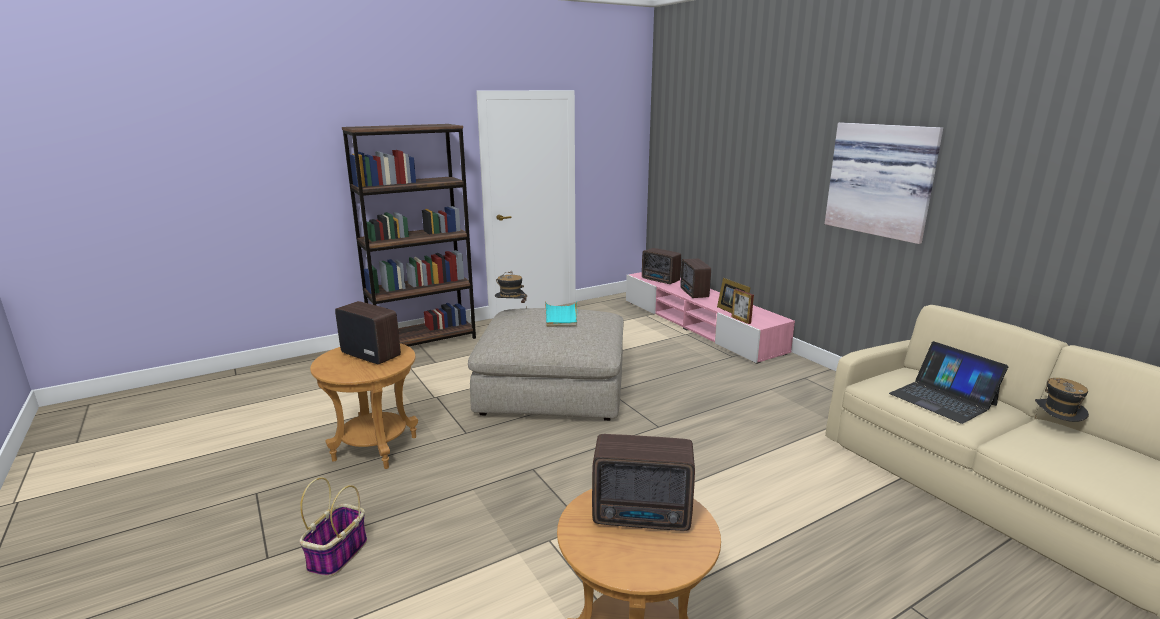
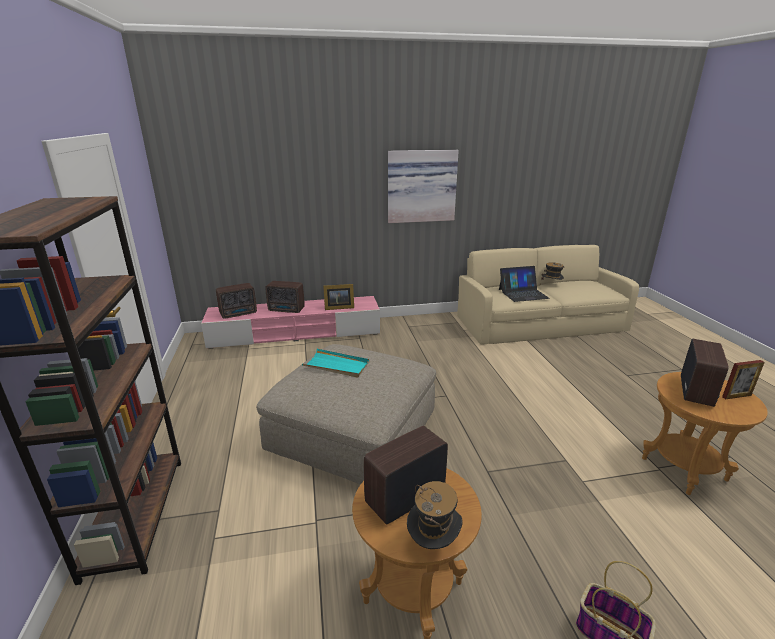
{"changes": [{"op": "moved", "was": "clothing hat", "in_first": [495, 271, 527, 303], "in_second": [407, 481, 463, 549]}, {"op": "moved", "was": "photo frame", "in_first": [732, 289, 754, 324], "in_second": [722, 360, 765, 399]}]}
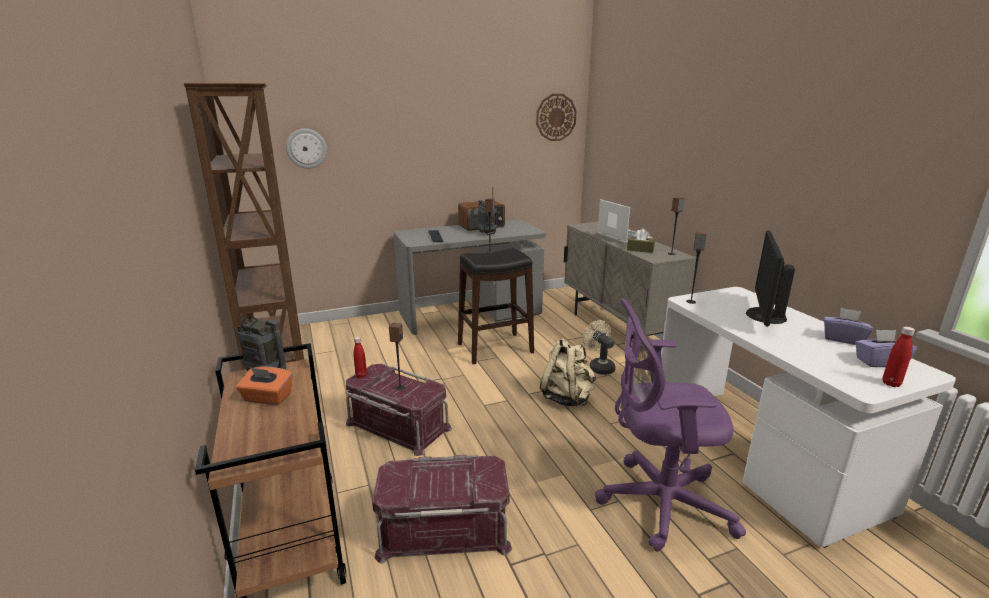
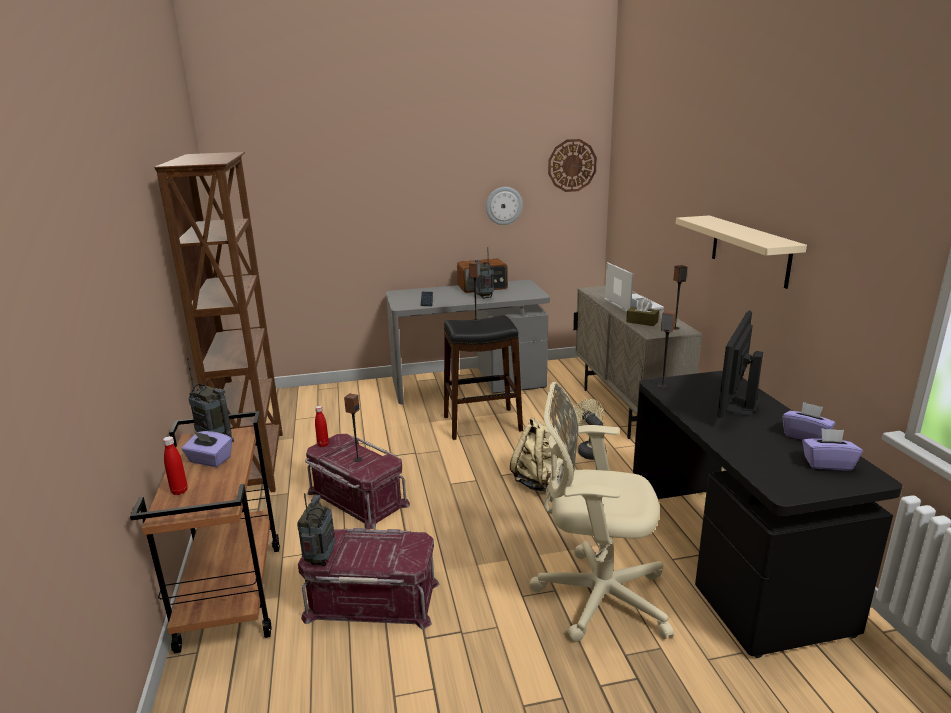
{"changes": [{"op": "recoloured", "was": "orange tissue holder", "now": "purplish tissue holder", "in_first": [236, 367, 293, 405], "in_second": [181, 431, 232, 467]}, {"op": "moved", "was": "clock on the wall", "in_first": [286, 129, 327, 169], "in_second": [486, 187, 523, 225]}, {"op": "recoloured", "was": "purplish desk chair", "now": "beige desk chair", "in_first": [595, 298, 746, 552], "in_second": [530, 382, 674, 642]}, {"op": "recoloured", "was": "whitish desk table", "now": "black-coloured desk table", "in_first": [661, 287, 956, 548], "in_second": [633, 371, 902, 658]}, {"op": "moved", "was": "red bottle", "in_first": [882, 327, 915, 387], "in_second": [163, 436, 188, 495]}, {"op": "added", "now": "radio", "in_second": [297, 493, 335, 566]}, {"op": "added", "now": "beige bracket shelf", "in_second": [676, 216, 807, 289]}]}
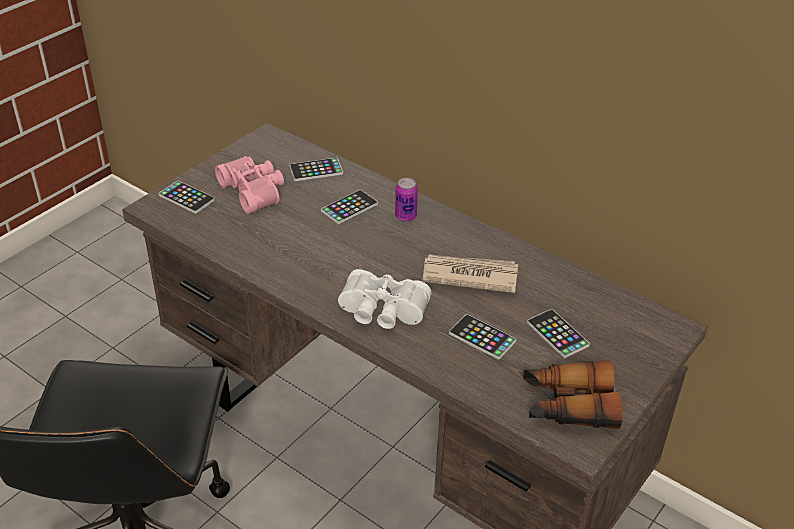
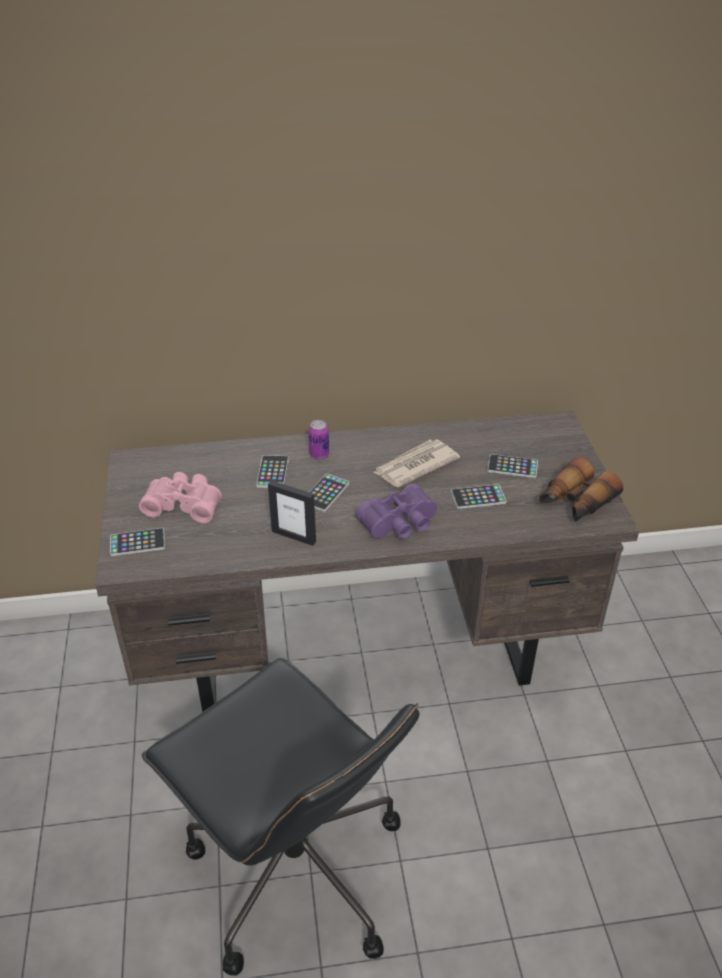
{"changes": [{"op": "moved", "was": "handset", "in_first": [289, 158, 343, 181], "in_second": [310, 474, 349, 512]}, {"op": "recoloured", "was": "whitish binoculars", "now": "purplish binoculars", "in_first": [338, 269, 432, 329], "in_second": [355, 484, 437, 539]}, {"op": "added", "now": "photo frame", "in_second": [268, 480, 316, 546]}]}
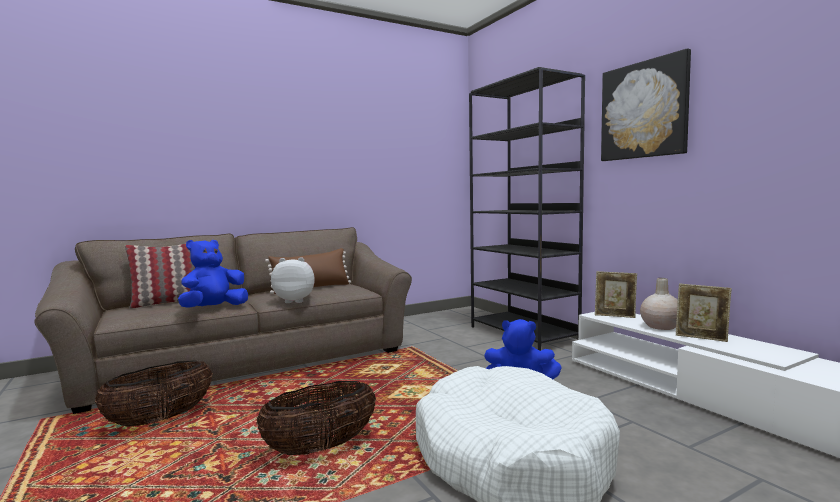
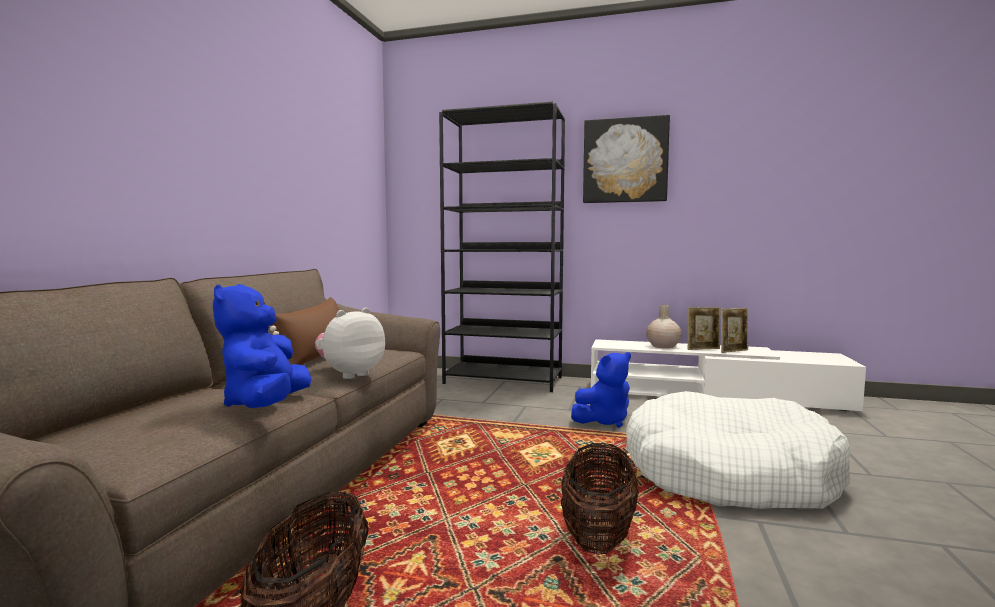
{"changes": [{"op": "removed", "was": "cushion", "in_first": [125, 244, 195, 309]}, {"op": "moved", "was": "photo frame", "in_first": [595, 271, 637, 318], "in_second": [721, 308, 748, 353]}]}
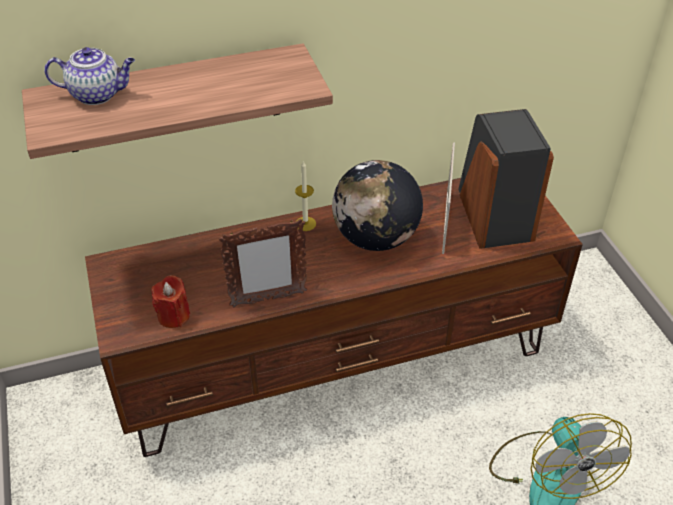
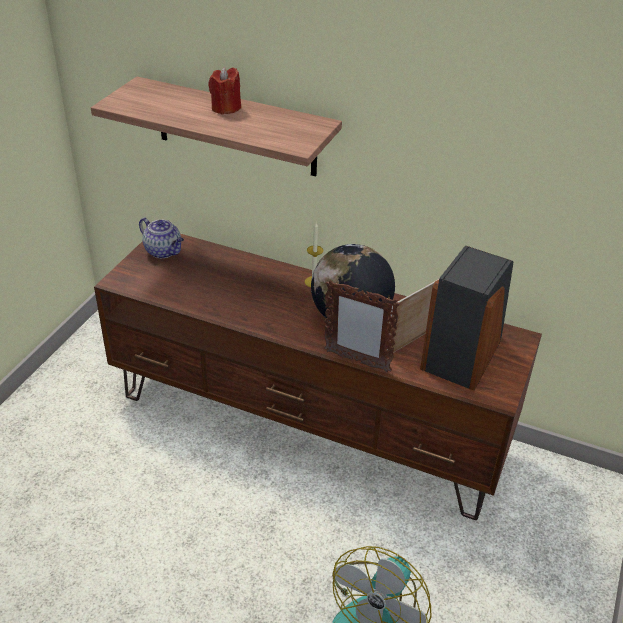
{"changes": [{"op": "moved", "was": "tea pot", "in_first": [44, 47, 135, 105], "in_second": [139, 217, 184, 258]}, {"op": "moved", "was": "red wax candle", "in_first": [151, 275, 190, 328], "in_second": [208, 67, 241, 115]}, {"op": "moved", "was": "photo frame", "in_first": [218, 219, 307, 307], "in_second": [324, 280, 400, 372]}]}
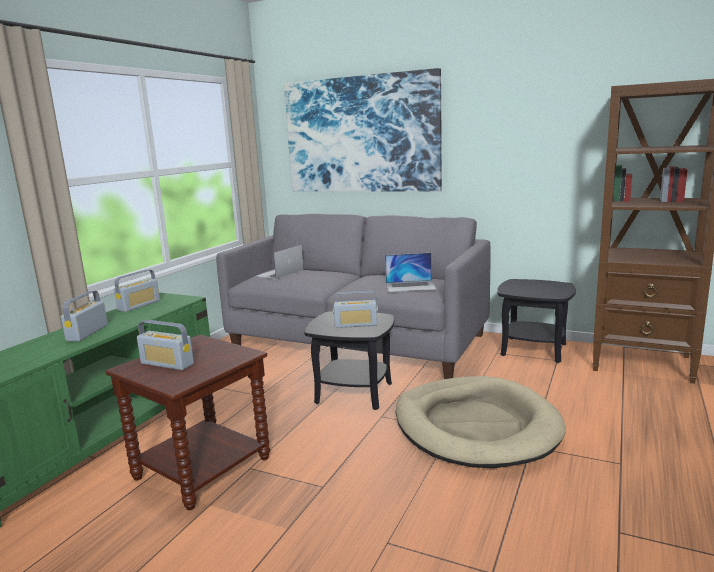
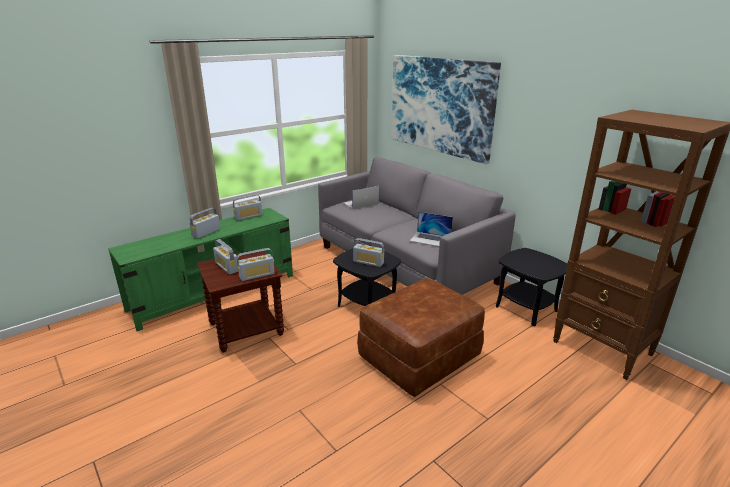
{"changes": [{"op": "replaced", "was": "beige dog bed", "now": "brownish pouffe", "in_first": [396, 376, 566, 468], "in_second": [357, 278, 485, 397]}, {"op": "added", "now": "radio", "in_second": [237, 248, 275, 281]}]}
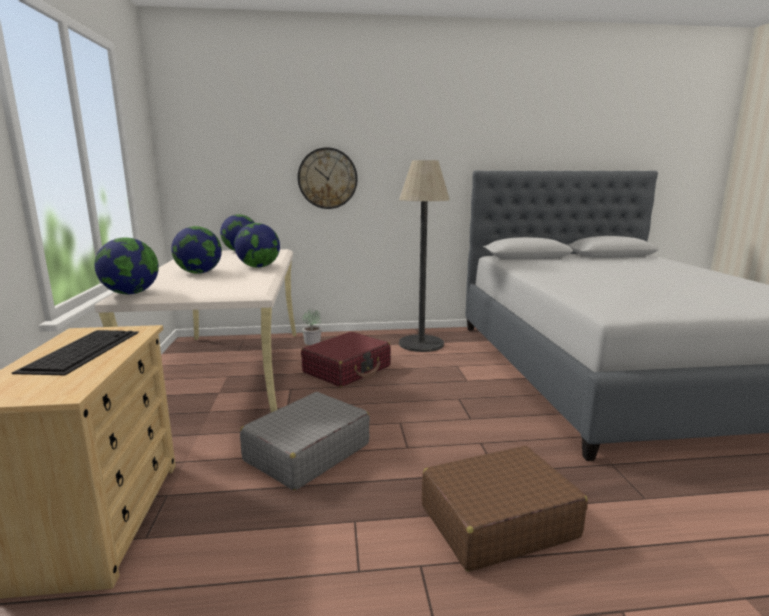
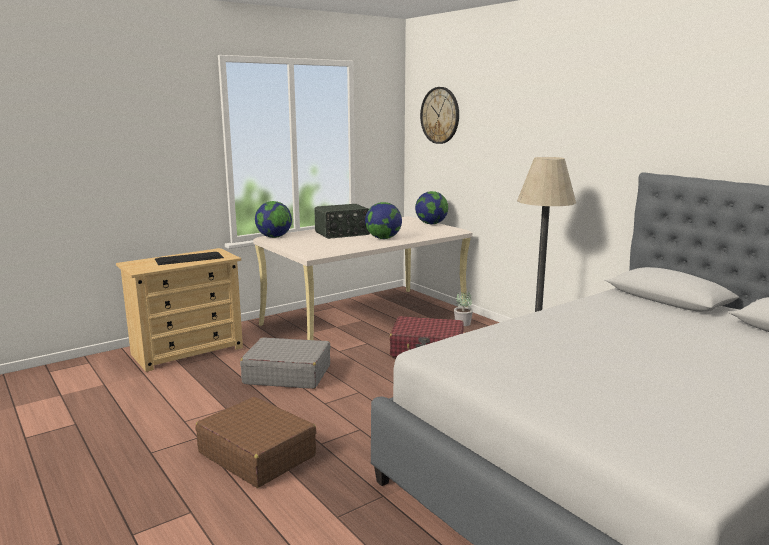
{"changes": [{"op": "replaced", "was": "desk globe", "now": "radio", "in_first": [171, 226, 222, 274], "in_second": [314, 204, 370, 239]}, {"op": "moved", "was": "clock on the wall", "in_first": [298, 147, 358, 209], "in_second": [420, 87, 459, 144]}]}
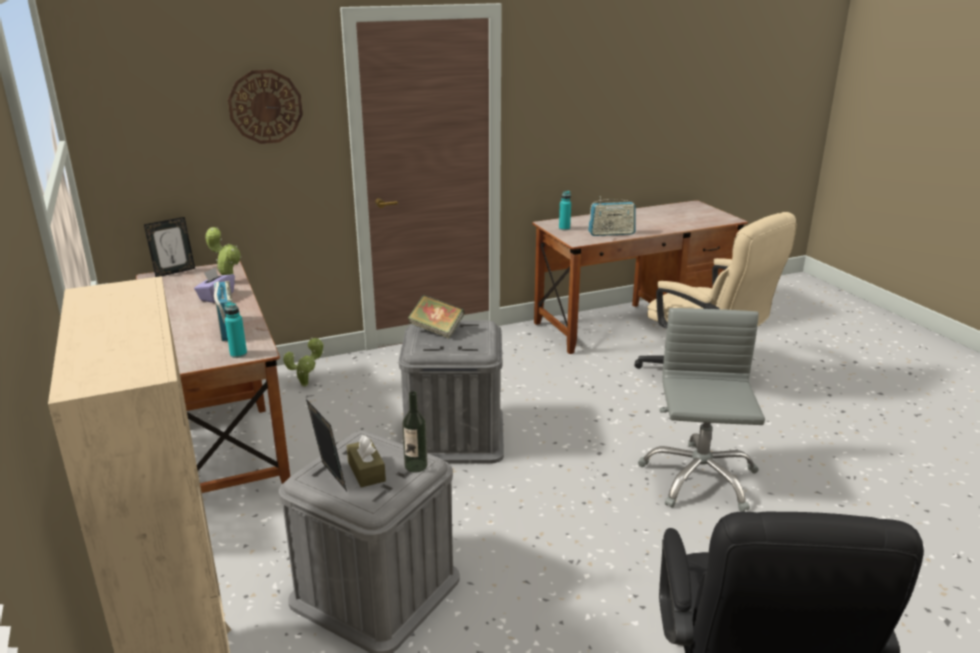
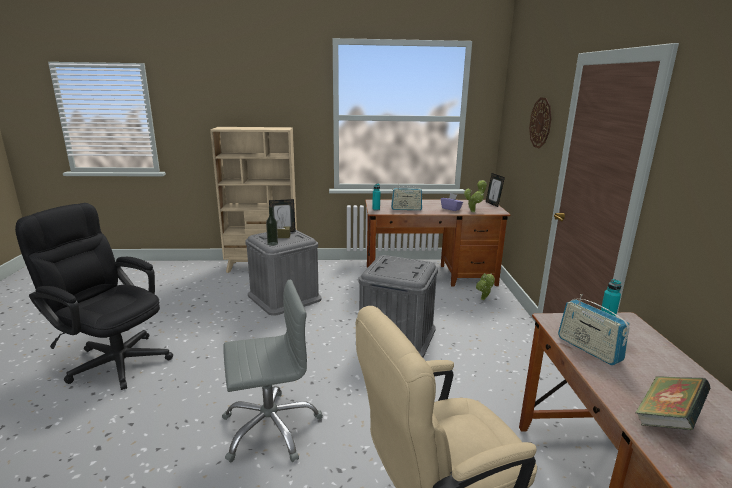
{"changes": [{"op": "moved", "was": "bound book", "in_first": [408, 295, 465, 339], "in_second": [636, 376, 711, 430]}, {"op": "turned", "was": "radio", "in_first": [588, 197, 636, 236], "in_second": [558, 294, 630, 365], "clockwise": -45}, {"op": "turned", "was": "greyish desk chair", "in_first": [638, 308, 765, 512], "in_second": [222, 279, 323, 462], "clockwise": -45}]}
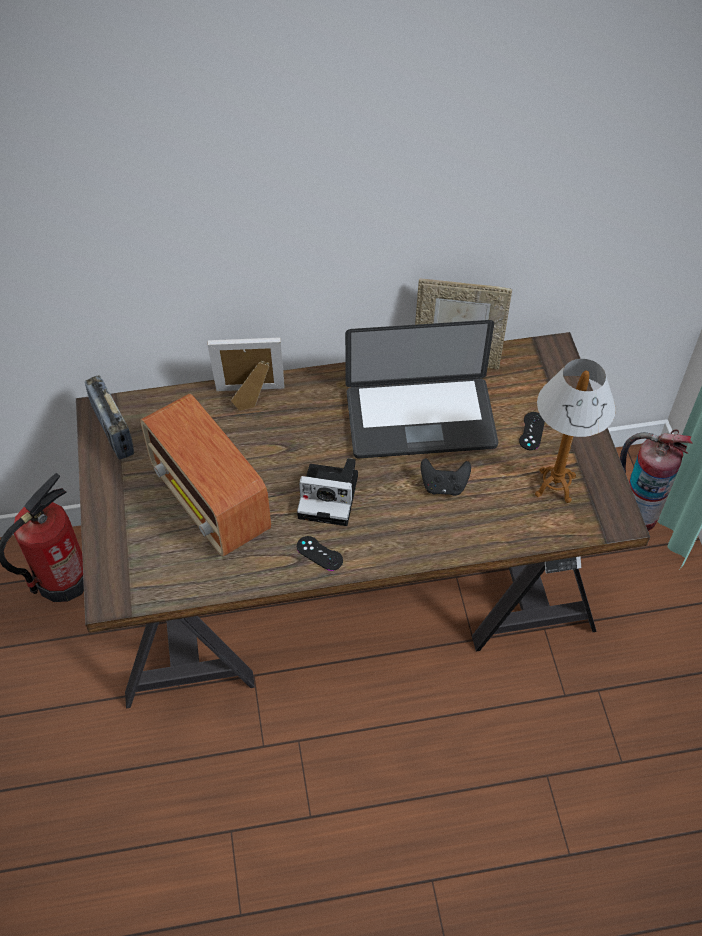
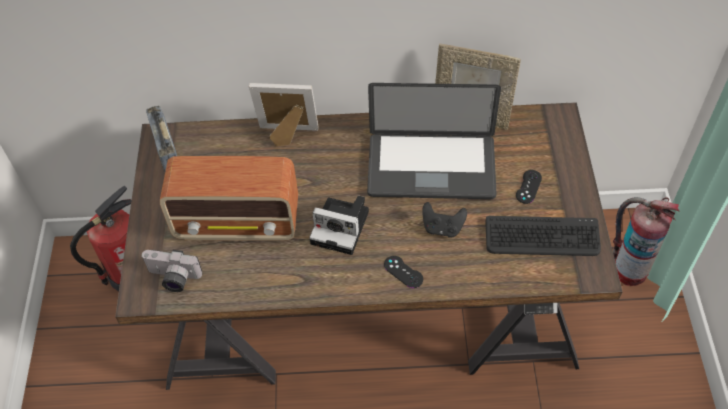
{"changes": [{"op": "turned", "was": "radio", "in_first": [140, 394, 271, 556], "in_second": [160, 156, 298, 241], "clockwise": -60}, {"op": "moved", "was": "black-coloured game controller", "in_first": [297, 536, 343, 571], "in_second": [384, 256, 423, 288]}, {"op": "replaced", "was": "tabletop lamp", "now": "PC keyboard", "in_first": [535, 359, 616, 503], "in_second": [485, 216, 601, 256]}, {"op": "added", "now": "photo camera", "in_second": [141, 250, 202, 292]}]}
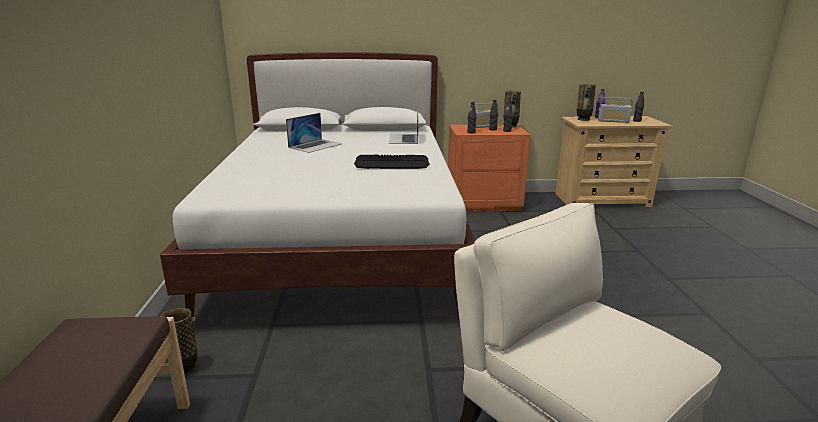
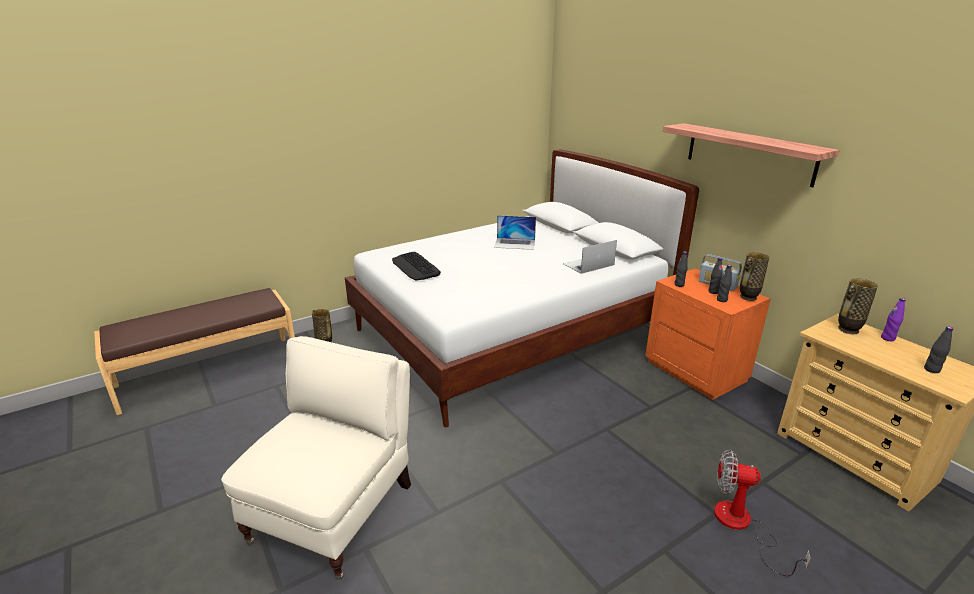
{"changes": [{"op": "moved", "was": "PC keyboard", "in_first": [354, 155, 430, 169], "in_second": [392, 252, 441, 280]}, {"op": "removed", "was": "radio", "in_first": [598, 97, 633, 123]}, {"op": "added", "now": "bracket shelf", "in_second": [662, 123, 840, 187]}, {"op": "added", "now": "fan", "in_second": [714, 450, 811, 576]}]}
